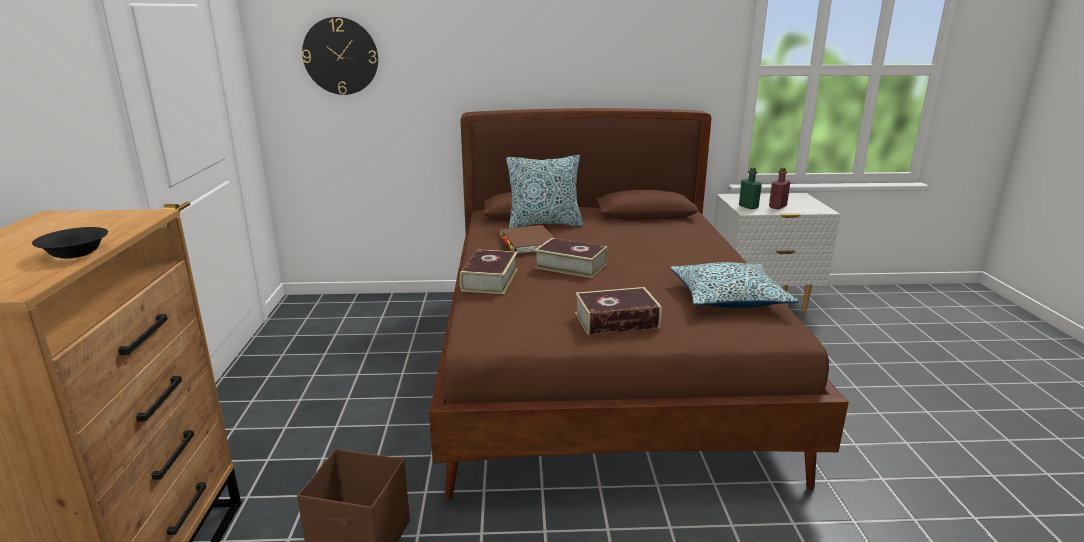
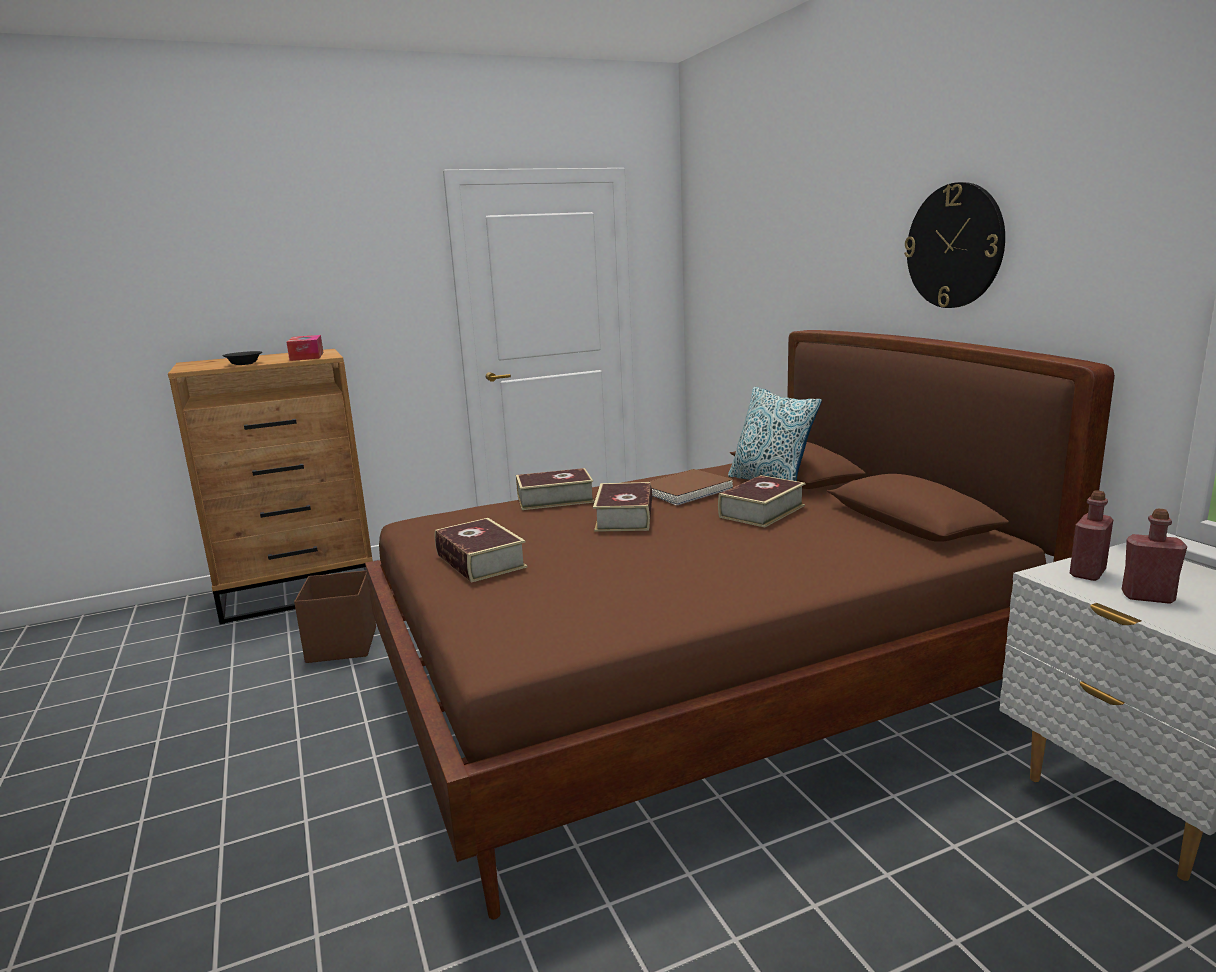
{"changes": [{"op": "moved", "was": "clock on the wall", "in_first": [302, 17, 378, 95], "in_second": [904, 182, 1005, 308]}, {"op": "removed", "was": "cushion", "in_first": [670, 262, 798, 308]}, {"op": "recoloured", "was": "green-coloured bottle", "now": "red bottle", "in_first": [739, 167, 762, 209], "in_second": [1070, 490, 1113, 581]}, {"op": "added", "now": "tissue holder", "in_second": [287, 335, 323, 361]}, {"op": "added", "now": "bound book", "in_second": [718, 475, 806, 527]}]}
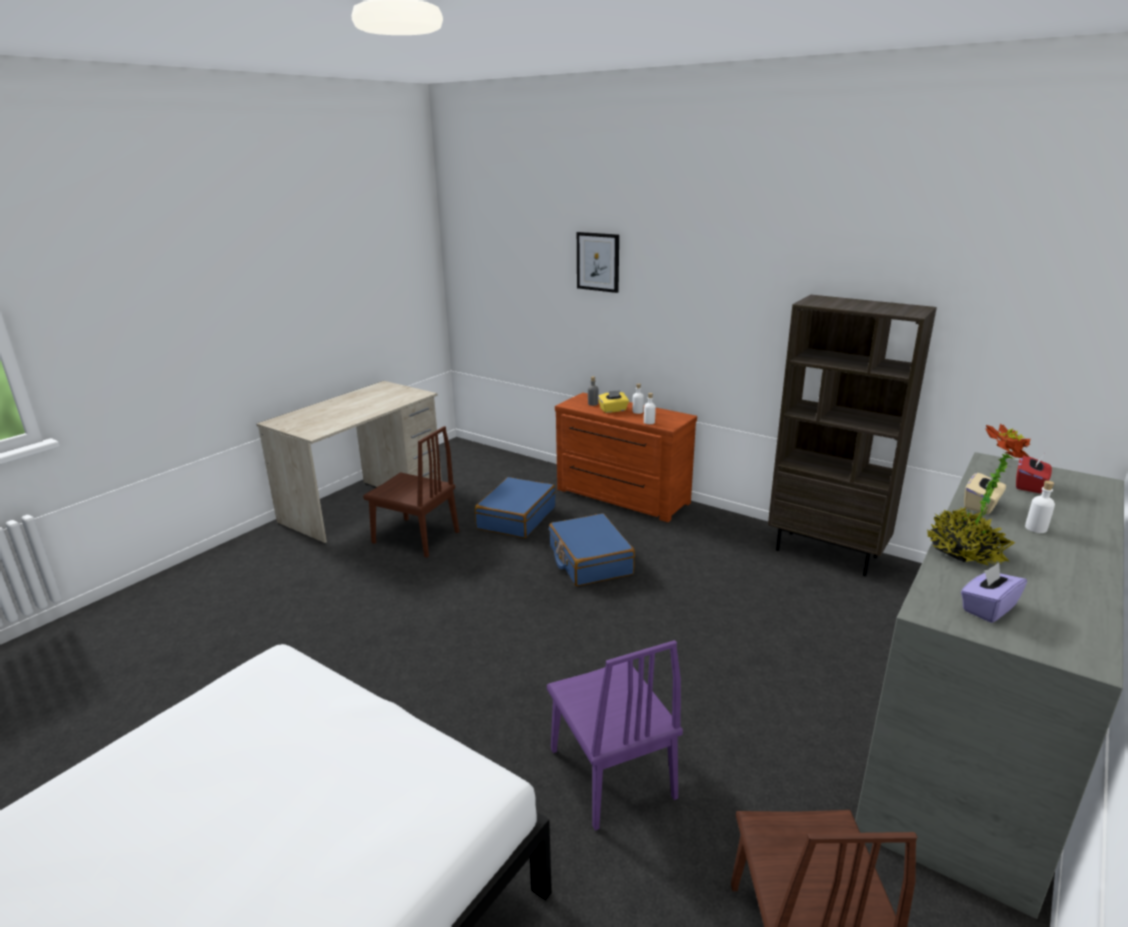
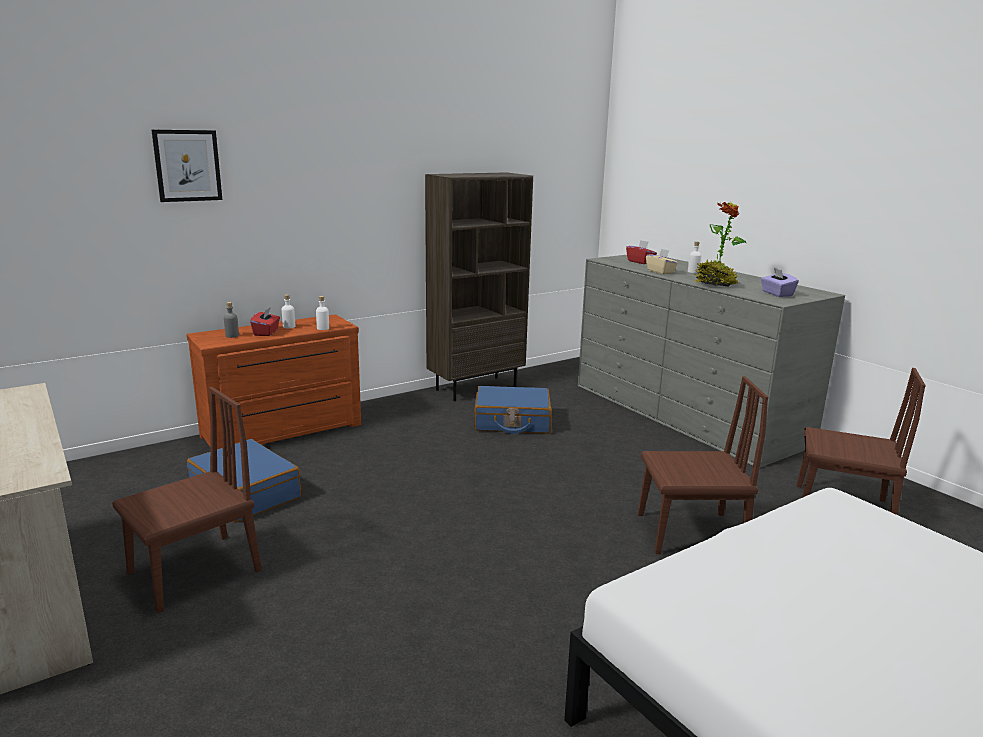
{"changes": [{"op": "recoloured", "was": "purplish plain chair", "now": "brownish plain chair", "in_first": [547, 640, 683, 831], "in_second": [638, 376, 768, 554]}, {"op": "moved", "was": "blue-coloured travel case", "in_first": [549, 513, 635, 586], "in_second": [474, 386, 552, 434]}, {"op": "recoloured", "was": "yellow-coloured tissue holder", "now": "red tissue holder", "in_first": [598, 390, 629, 413], "in_second": [250, 307, 280, 336]}]}
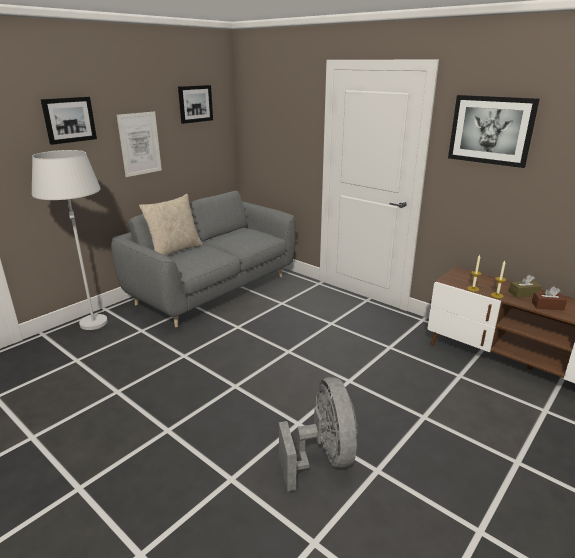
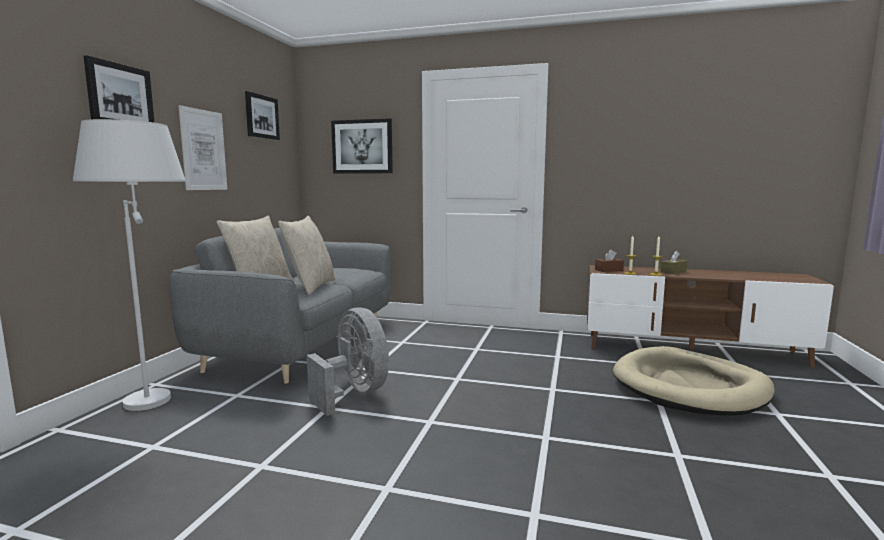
{"changes": [{"op": "moved", "was": "greyish fan", "in_first": [279, 377, 358, 491], "in_second": [307, 308, 389, 416]}, {"op": "moved", "was": "picture", "in_first": [448, 95, 540, 168], "in_second": [331, 118, 393, 174]}, {"op": "moved", "was": "brownish tissue holder", "in_first": [532, 286, 567, 310], "in_second": [595, 250, 624, 272]}, {"op": "added", "now": "beige cushion", "in_second": [278, 216, 336, 295]}, {"op": "added", "now": "beige dog bed", "in_second": [613, 346, 775, 416]}]}
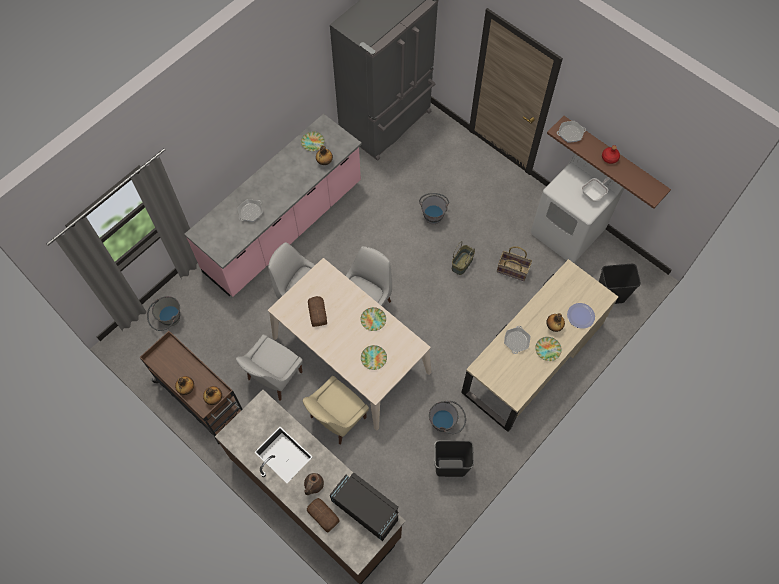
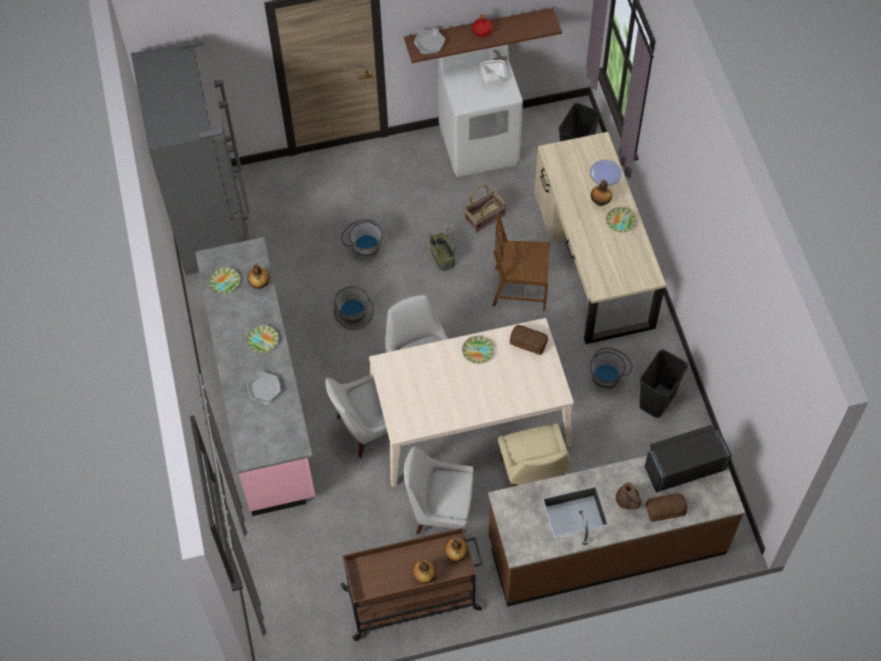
{"changes": [{"op": "moved", "was": "greyish water bucket", "in_first": [147, 296, 180, 331], "in_second": [334, 286, 374, 330]}, {"op": "turned", "was": "whitish plain chair", "in_first": [236, 335, 303, 401], "in_second": [404, 447, 474, 534], "clockwise": 120}, {"op": "moved", "was": "bakery bread", "in_first": [308, 296, 327, 327], "in_second": [510, 325, 548, 355]}, {"op": "moved", "was": "plate", "in_first": [361, 345, 387, 370], "in_second": [247, 325, 279, 353]}, {"op": "removed", "was": "pan", "in_first": [504, 326, 530, 354]}, {"op": "added", "now": "brownish plain chair", "in_second": [493, 212, 550, 311]}]}
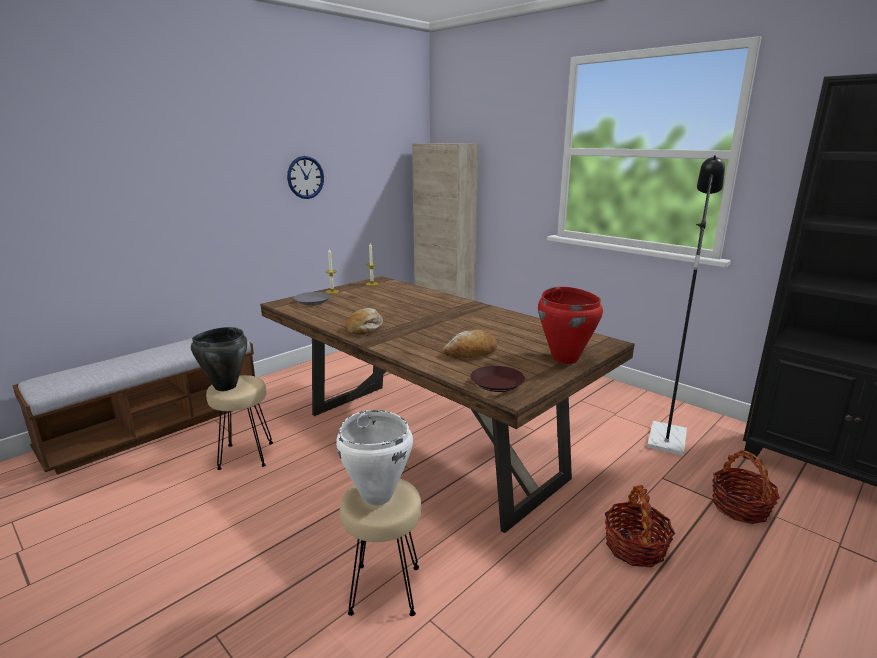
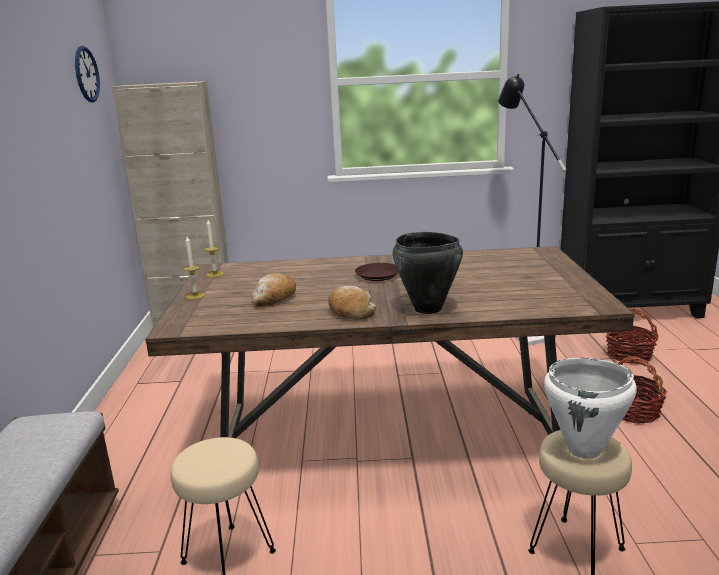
{"changes": [{"op": "moved", "was": "black-coloured saucepot", "in_first": [191, 327, 247, 391], "in_second": [393, 232, 463, 314]}, {"op": "moved", "was": "clock on the wall", "in_first": [287, 156, 324, 199], "in_second": [75, 46, 100, 102]}, {"op": "removed", "was": "greyish plate", "in_first": [294, 292, 331, 305]}, {"op": "moved", "was": "bakery bread", "in_first": [443, 330, 498, 358], "in_second": [252, 273, 296, 307]}, {"op": "moved", "was": "brownish plate", "in_first": [470, 366, 525, 392], "in_second": [355, 263, 399, 281]}, {"op": "removed", "was": "red saucepot", "in_first": [538, 287, 603, 364]}]}
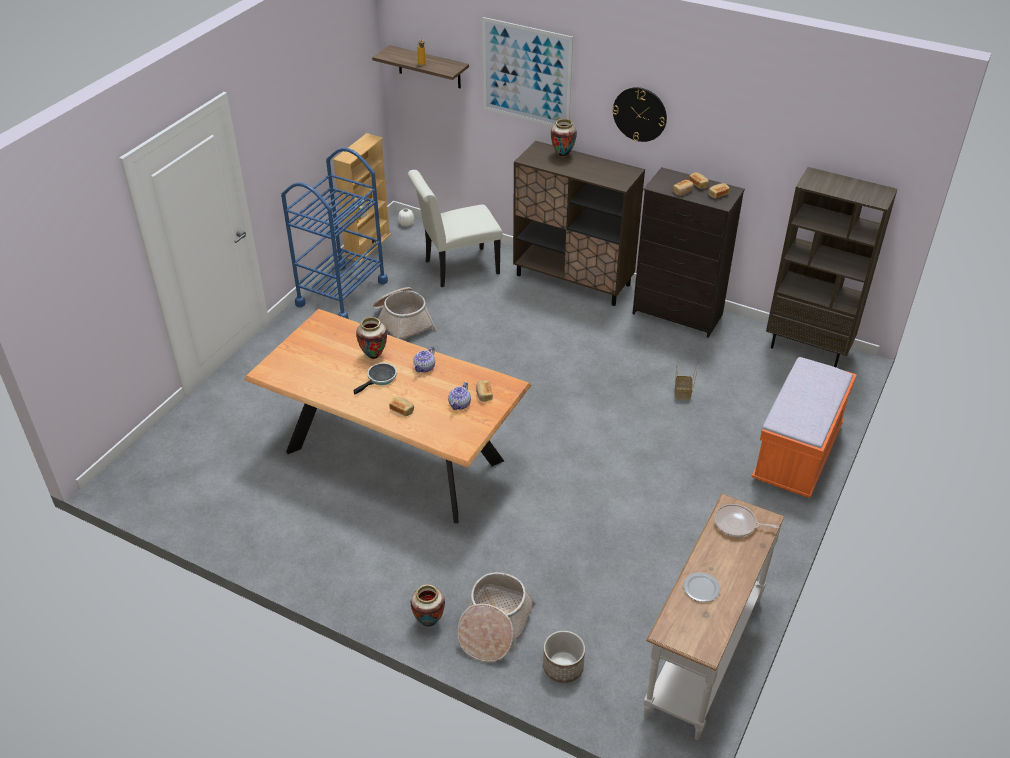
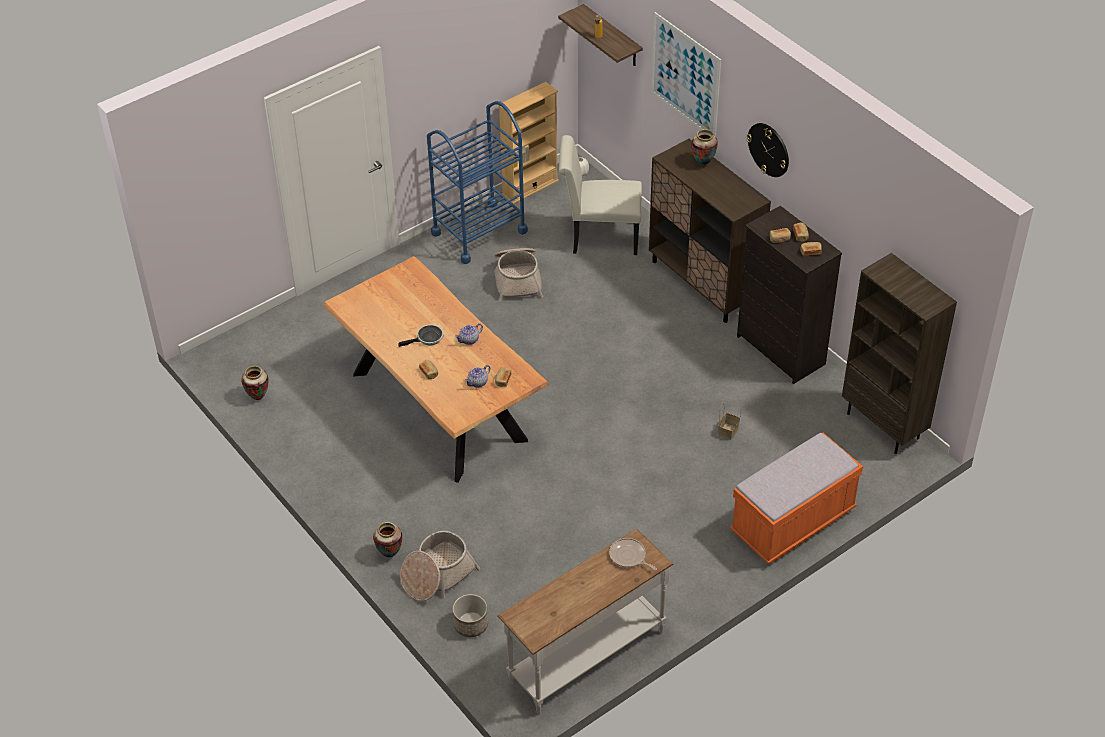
{"changes": [{"op": "moved", "was": "vase", "in_first": [356, 317, 387, 359], "in_second": [241, 366, 269, 400]}, {"op": "removed", "was": "plate", "in_first": [683, 572, 721, 602]}]}
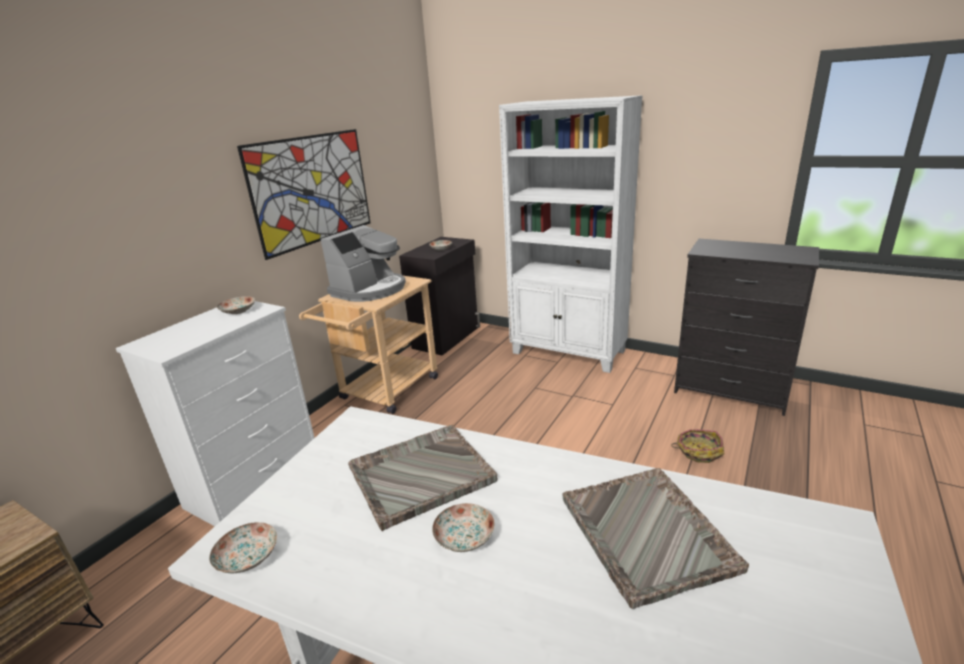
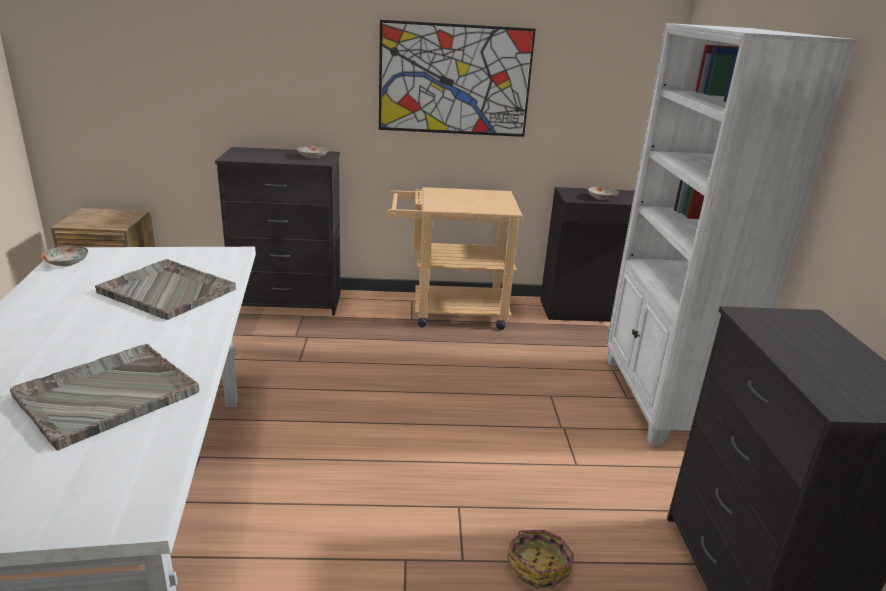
{"changes": [{"op": "recoloured", "was": "whitish dresser", "now": "black-coloured dresser", "in_first": [116, 301, 315, 526], "in_second": [215, 147, 341, 315]}, {"op": "removed", "was": "coffee brewer", "in_first": [321, 225, 406, 302]}, {"op": "removed", "was": "plate", "in_first": [432, 503, 495, 552]}]}
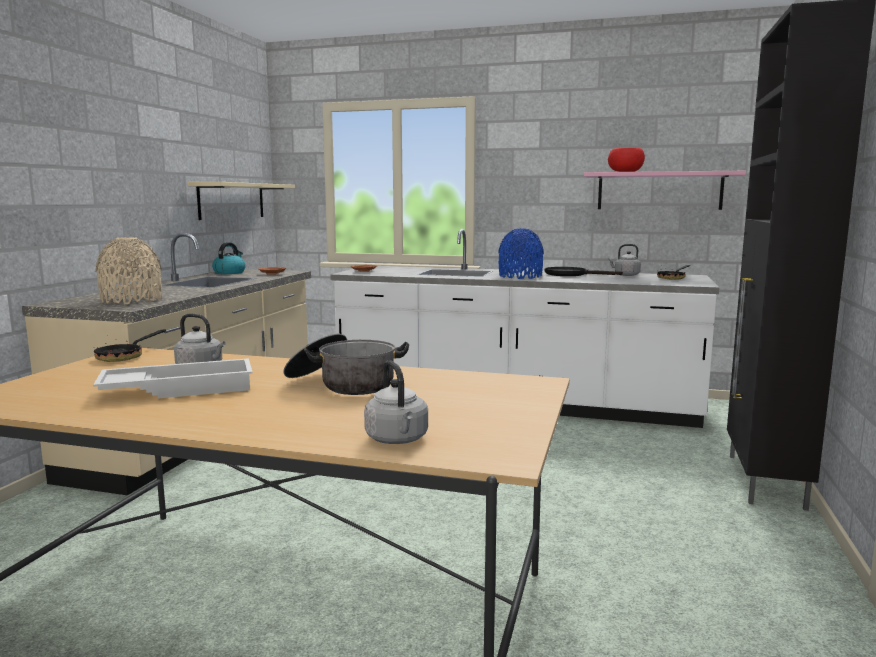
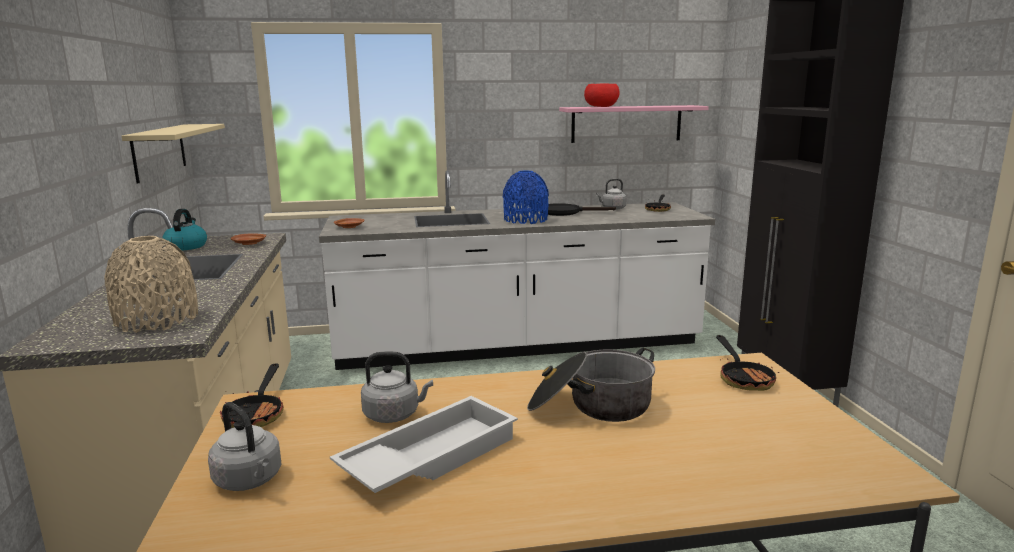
{"changes": [{"op": "moved", "was": "greyish tea kettle", "in_first": [364, 360, 428, 444], "in_second": [208, 402, 282, 491]}, {"op": "added", "now": "pan", "in_second": [716, 335, 780, 391]}]}
